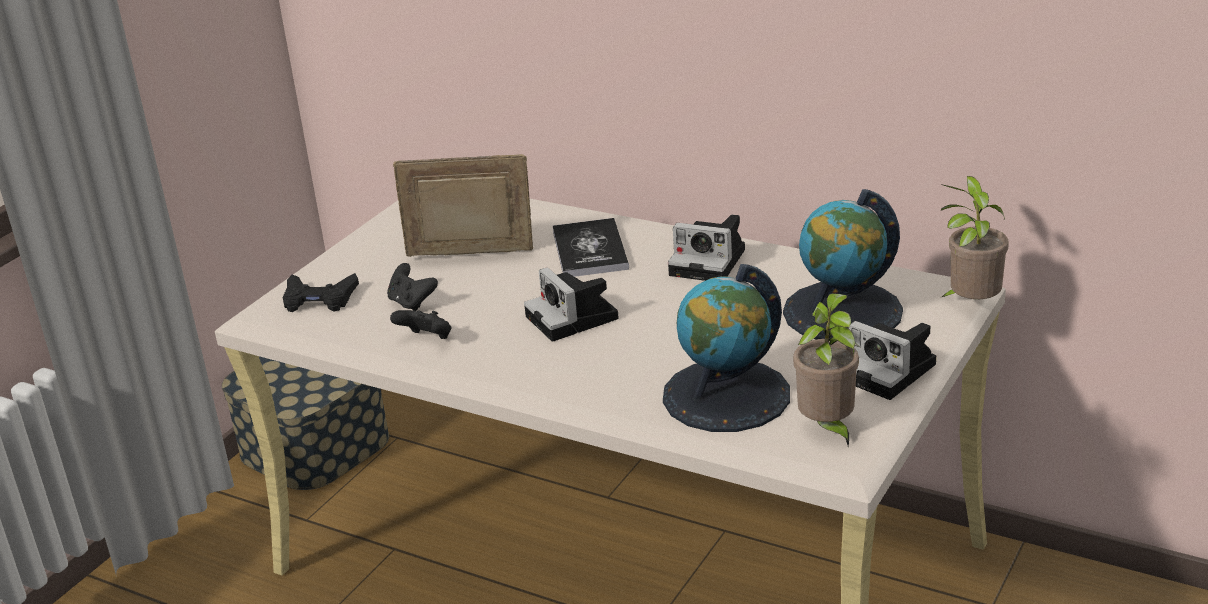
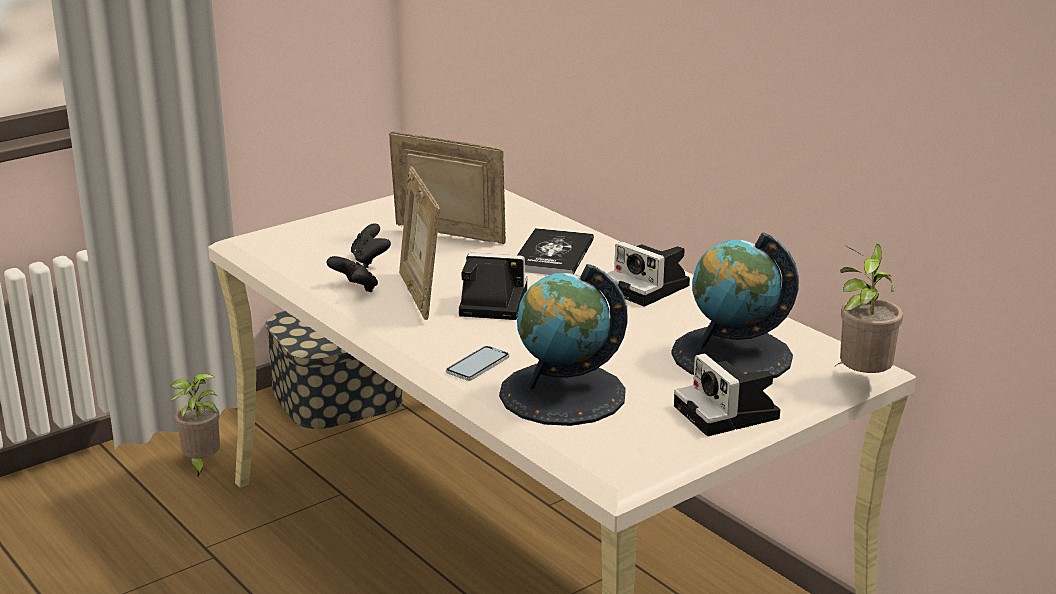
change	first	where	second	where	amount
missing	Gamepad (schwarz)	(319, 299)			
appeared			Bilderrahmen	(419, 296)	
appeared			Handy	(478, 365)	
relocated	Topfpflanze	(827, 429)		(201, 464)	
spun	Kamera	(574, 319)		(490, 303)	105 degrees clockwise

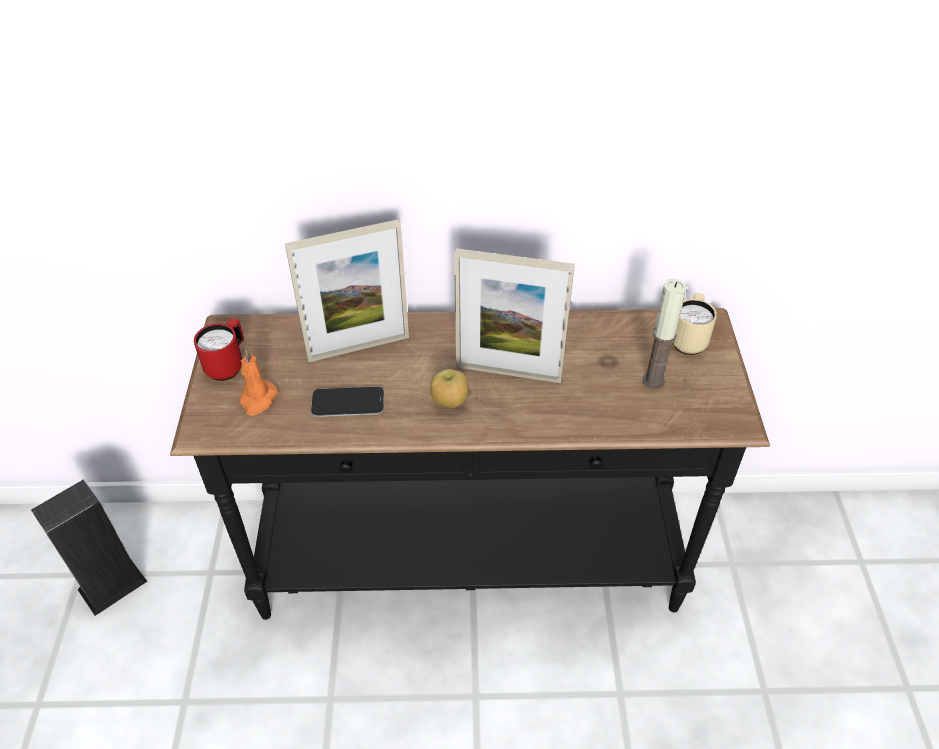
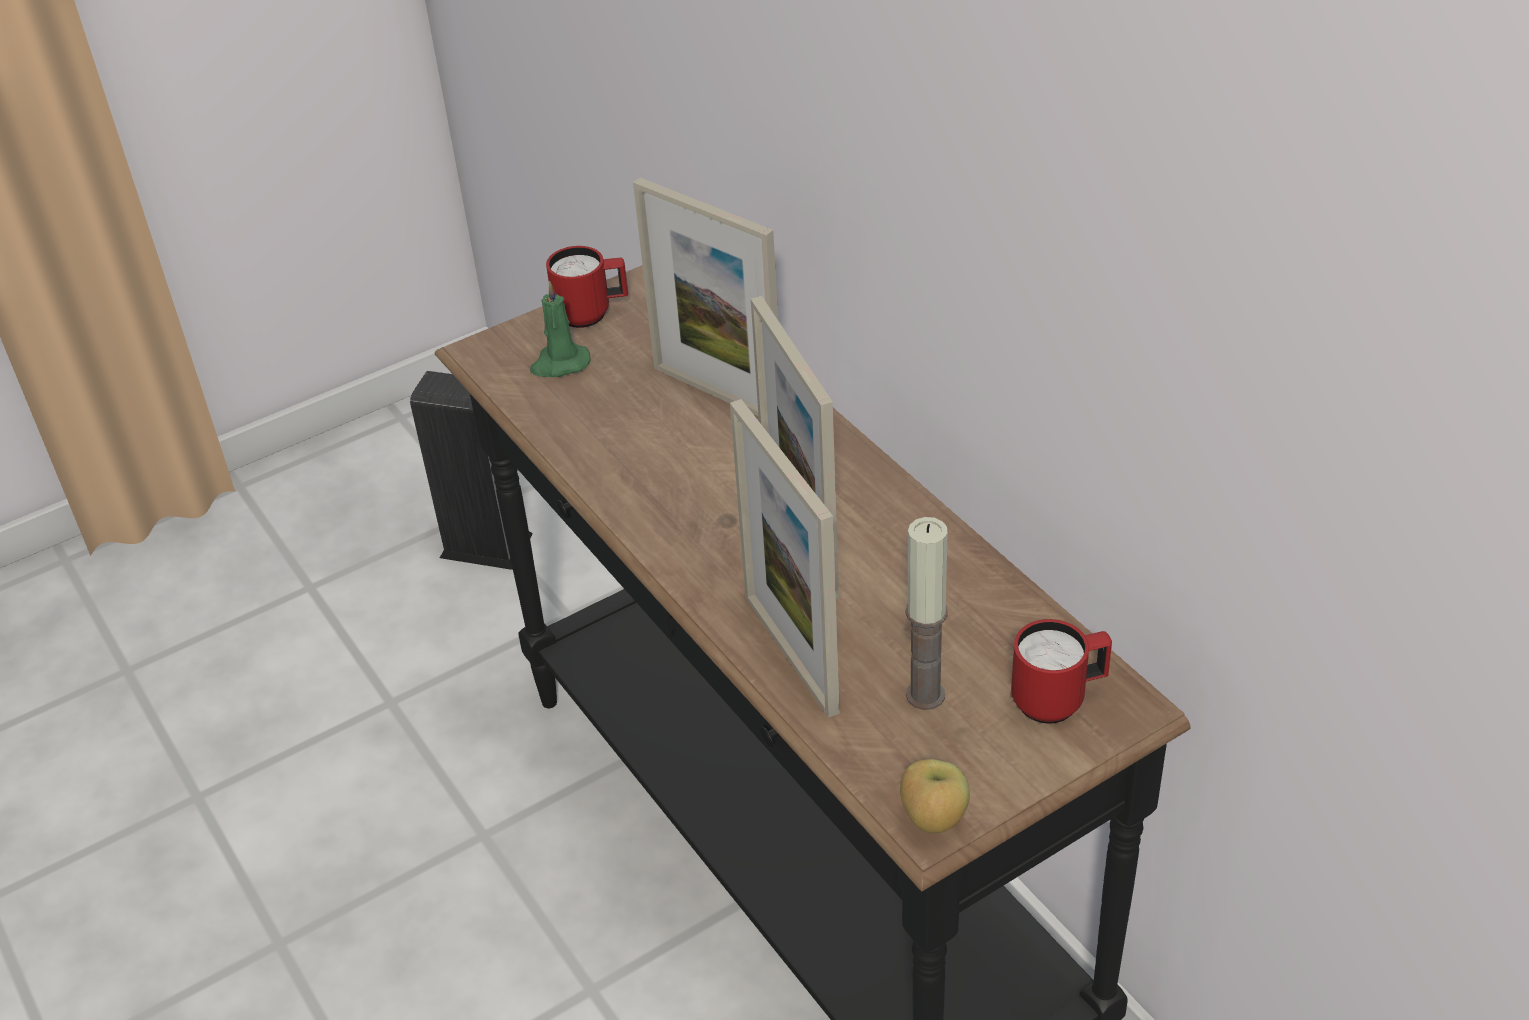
change	first	where	second	where	amount
missing	Handy	(348, 403)			
appeared			Bilderrahmen	(790, 653)	
relocated	Apfel	(449, 402)		(933, 819)	
colour	Kerze (orange)	(258, 399)	Kerze (grün)	(559, 364)	
colour	Henkelbecher (beige)	(689, 340)	Henkelbecher (rot)	(1058, 700)	

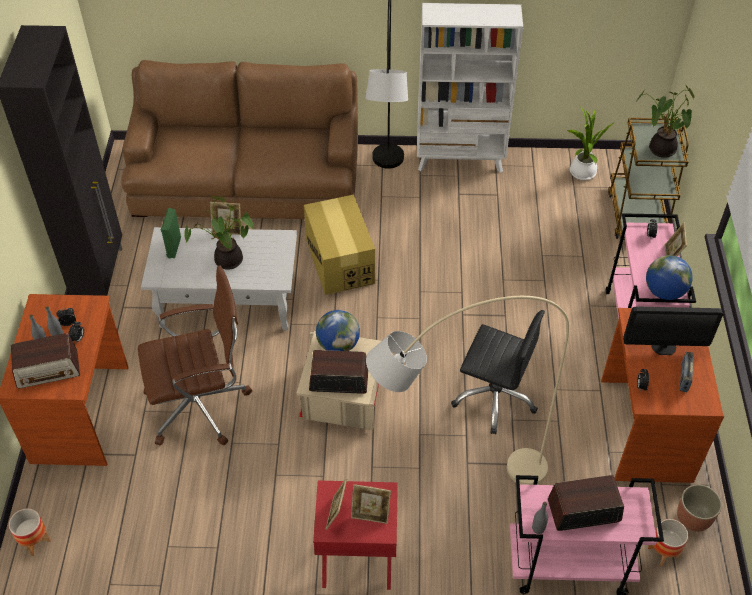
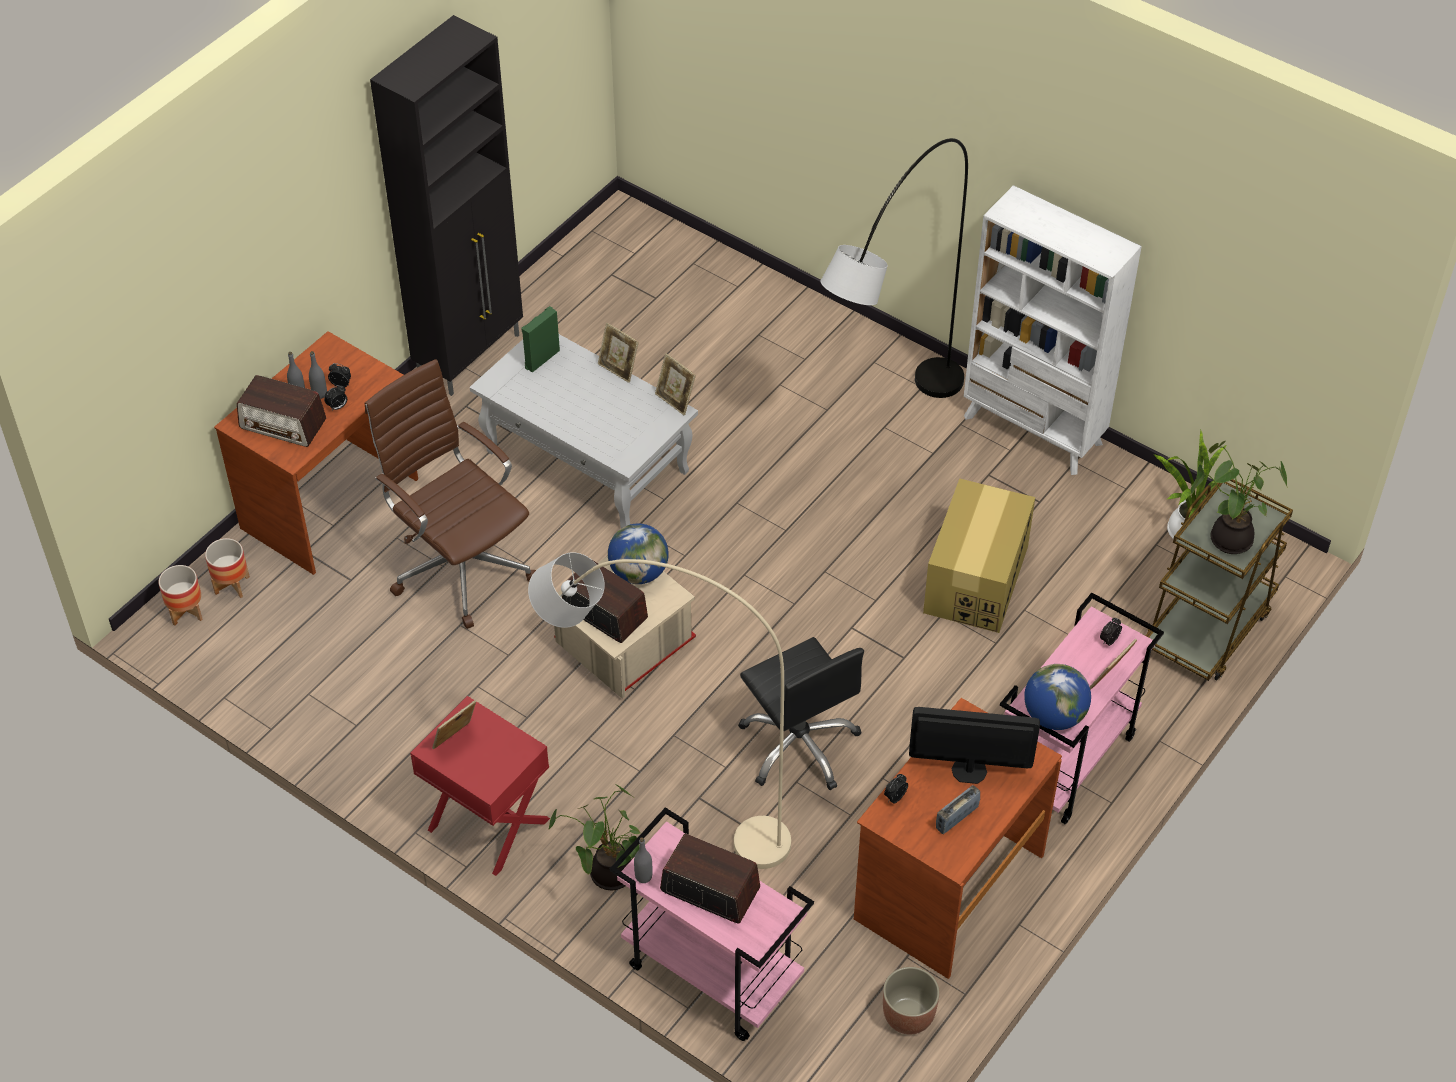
change	first	where	second	where	amount
missing	Sofa (braun)	(247, 182)			
relocated	Topfpflanze	(226, 262)		(608, 874)	
relocated	Karton	(340, 261)		(976, 580)	
relocated	Bilderrahmen	(370, 514)		(675, 400)	
relocated	Pflanzkübel	(663, 552)		(232, 585)	
spun	Bürostuhl (braun)	(201, 405)		(461, 565)	150 degrees counterclockwise
spun	Monitor	(663, 347)		(969, 771)	150 degrees clockwise

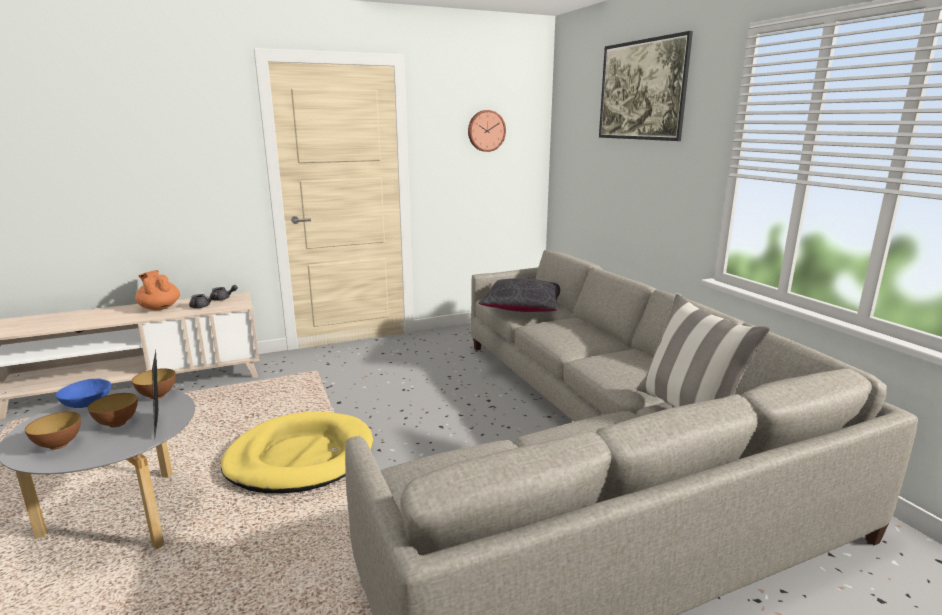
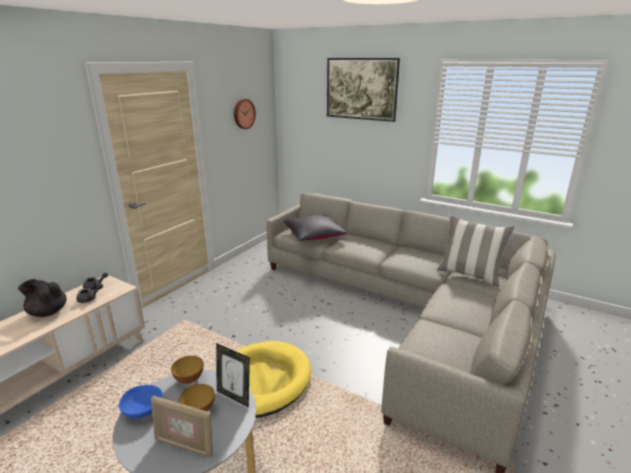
change	first	where	second	where	amount
exchanged	Schüssel	(59, 445)	Bilderrahmen	(184, 445)	
colour	Teekanne (orange)	(159, 308)	Teekanne (schwarz)	(47, 312)	

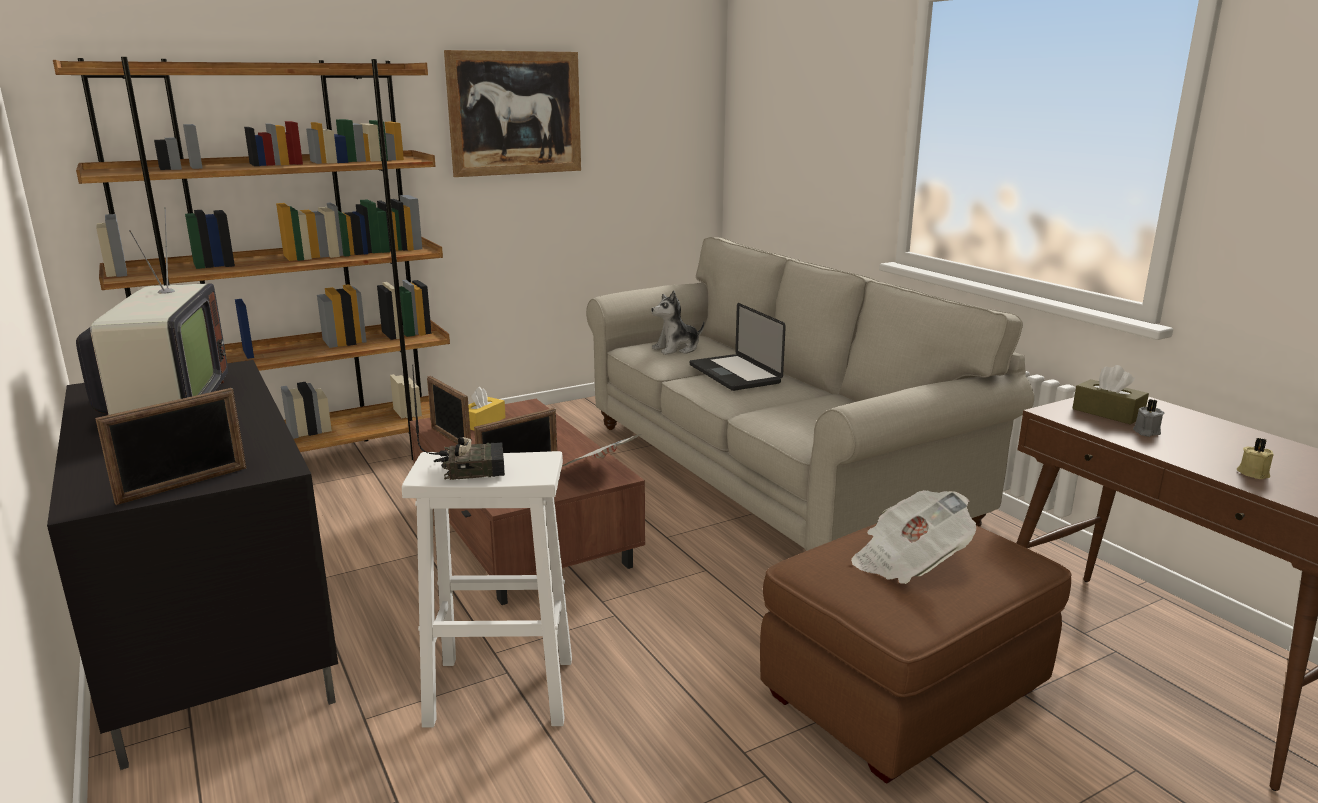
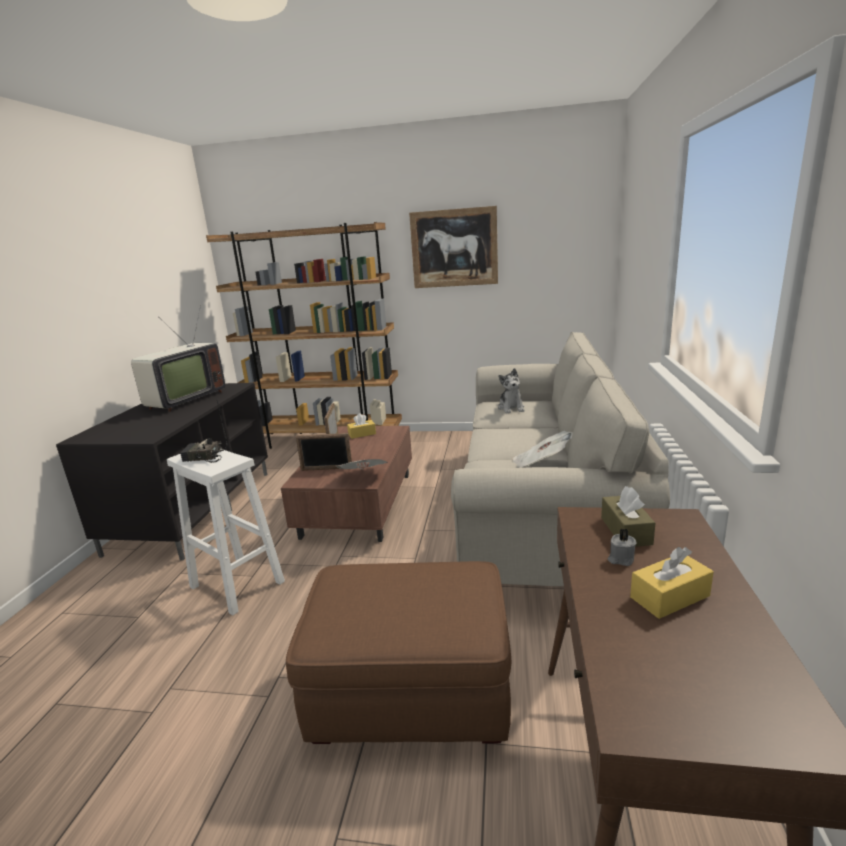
change	first	where	second	where	amount
missing	Bilderrahmen	(183, 485)			
missing	Laptop	(734, 374)			
missing	Kerze (beige)	(1253, 473)			
appeared			Taschentuchbox (gelb)	(669, 596)	
relocated	Zeitung	(908, 562)		(540, 464)	
spun	Radio	(471, 468)		(203, 457)	150 degrees clockwise
spun	Plüschtier	(677, 349)		(511, 408)	105 degrees counterclockwise

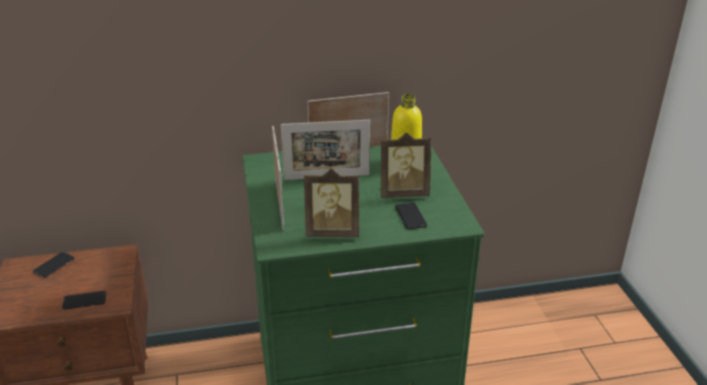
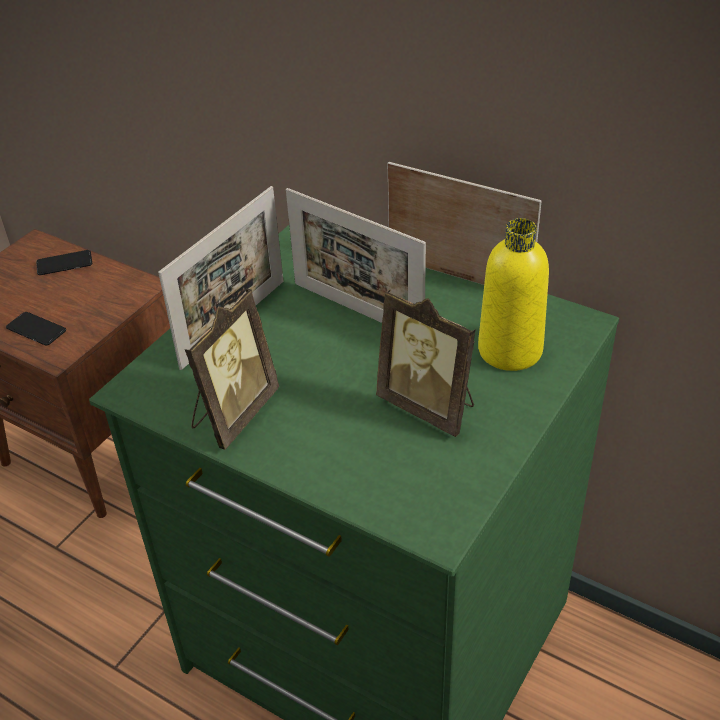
change	first	where	second	where	amount
missing	Handy	(410, 216)			
spun	Bilderrahmen	(332, 232)		(233, 414)	105 degrees counterclockwise

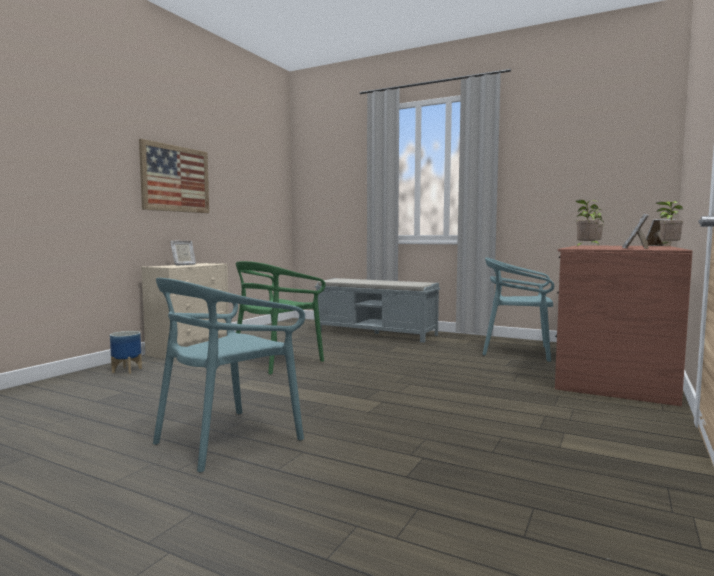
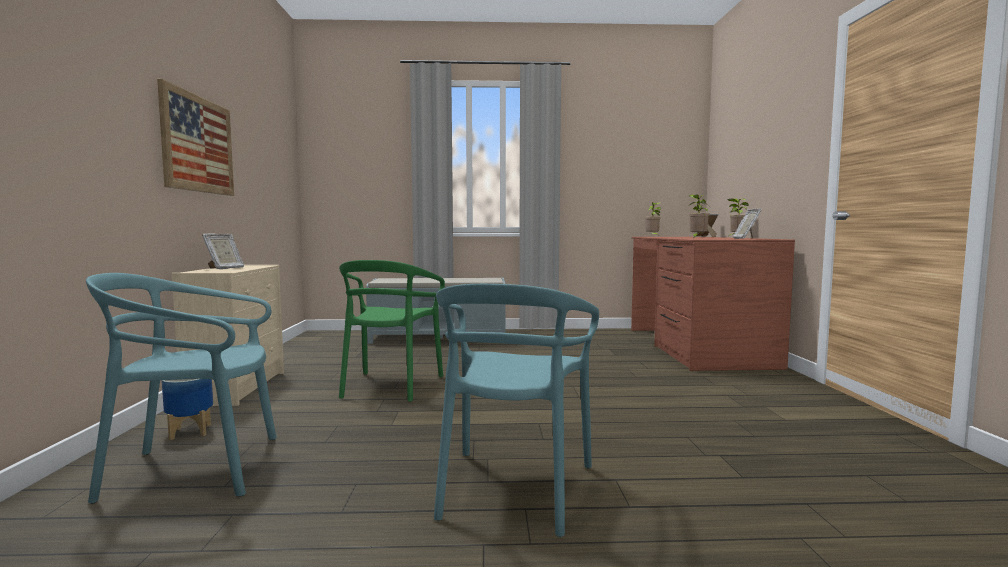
change	first	where	second	where	amount
relocated	Stuhl (türkis)	(517, 352)		(195, 469)	

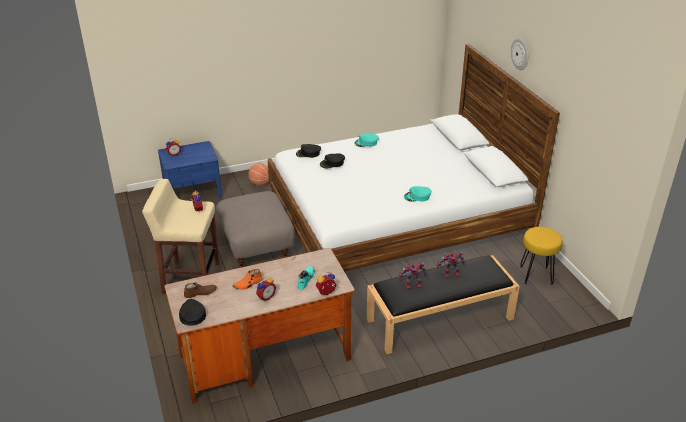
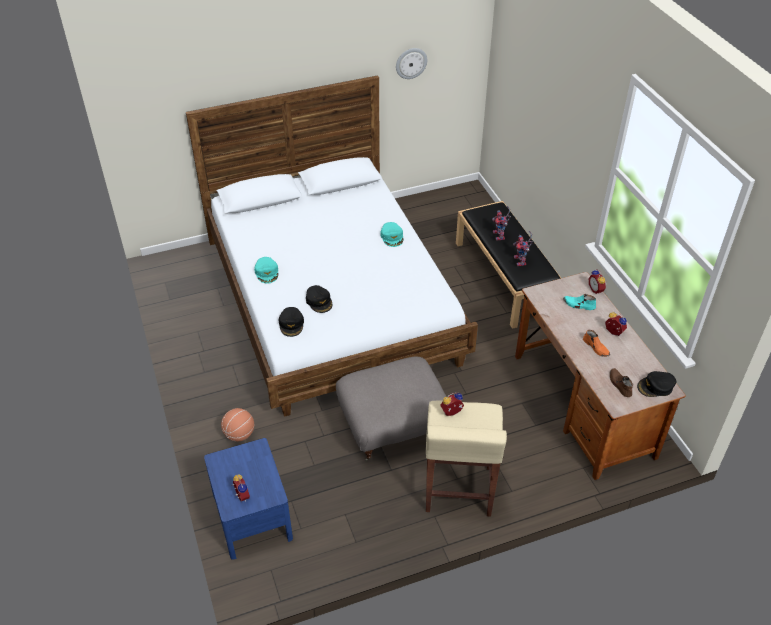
change	first	where	second	where	amount
missing	Hocker (gelb)	(536, 275)			
relocated	Wanduhr	(520, 54)		(411, 63)	

